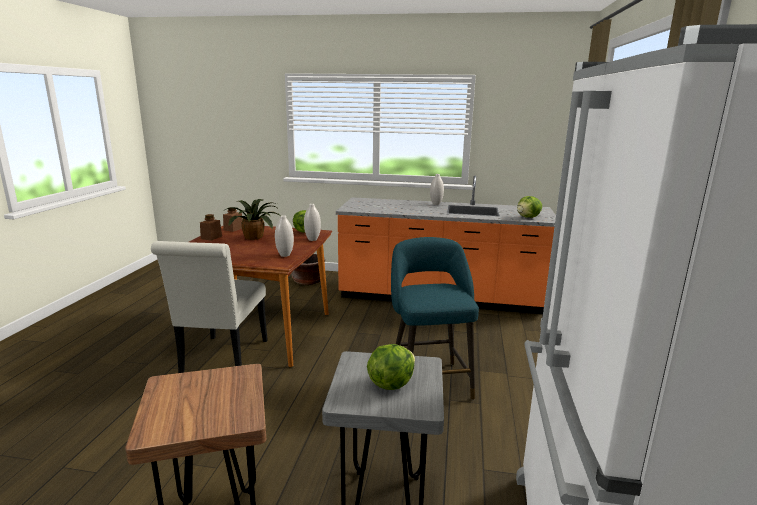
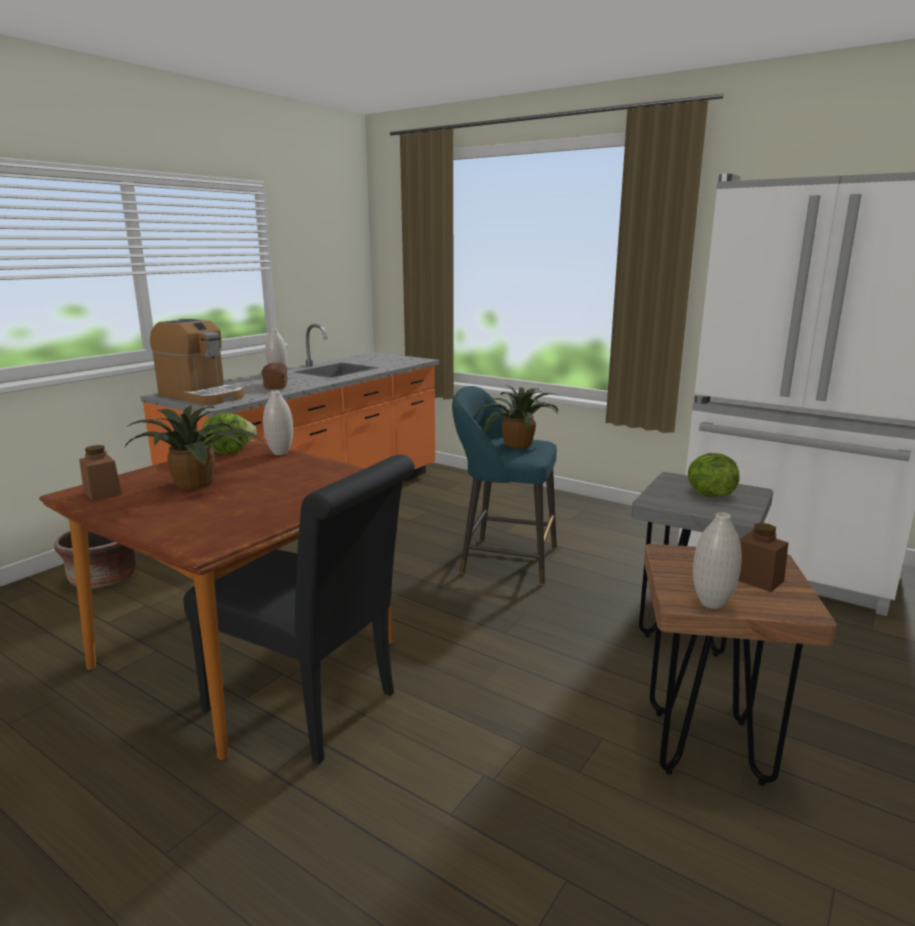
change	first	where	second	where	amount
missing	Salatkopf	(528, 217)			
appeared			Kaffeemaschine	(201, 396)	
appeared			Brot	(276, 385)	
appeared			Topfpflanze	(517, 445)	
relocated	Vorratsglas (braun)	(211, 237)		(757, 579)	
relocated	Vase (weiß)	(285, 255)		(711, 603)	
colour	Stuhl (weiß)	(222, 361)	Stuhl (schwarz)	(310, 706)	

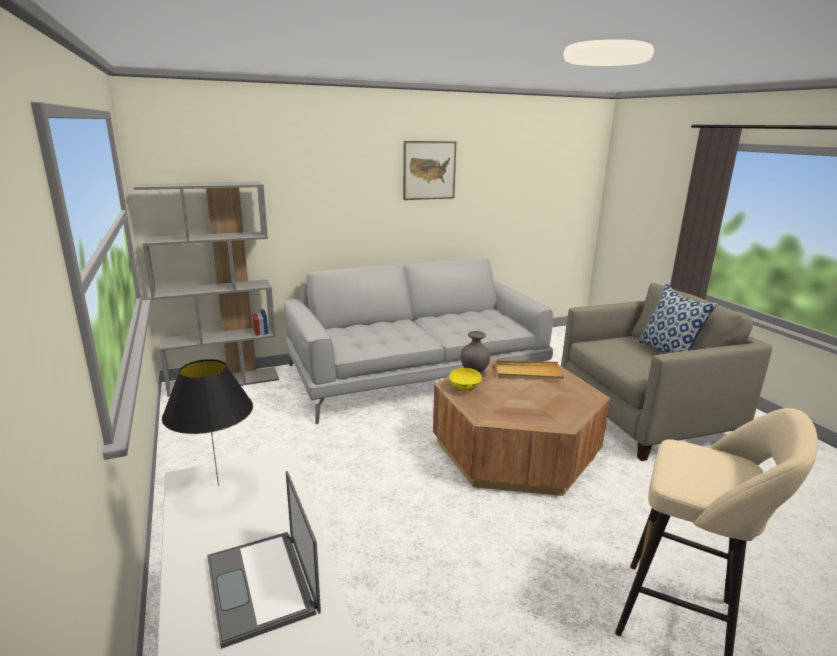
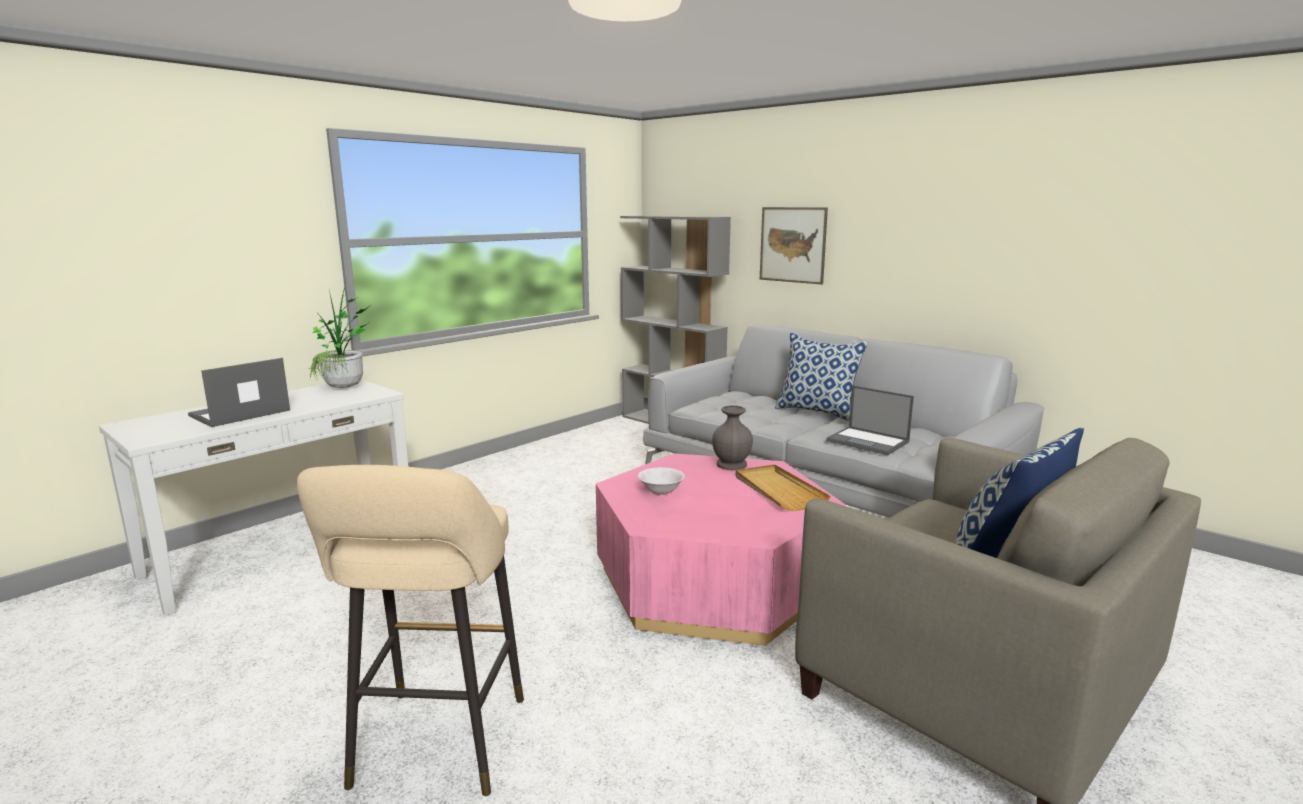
change	first	where	second	where	amount
missing	Schüssel (gelb)	(465, 388)			
appeared			Schüssel (weiß)	(660, 491)	
appeared			Kissen	(817, 412)	
appeared			Laptop	(868, 441)	
relocated	Bild	(429, 170)		(792, 245)	
exchanged	Tischlampe (schwarz)	(219, 485)	Topfpflanze	(345, 388)	
colour	Couchtisch (braun)	(515, 449)	Couchtisch (rosa)	(714, 582)	

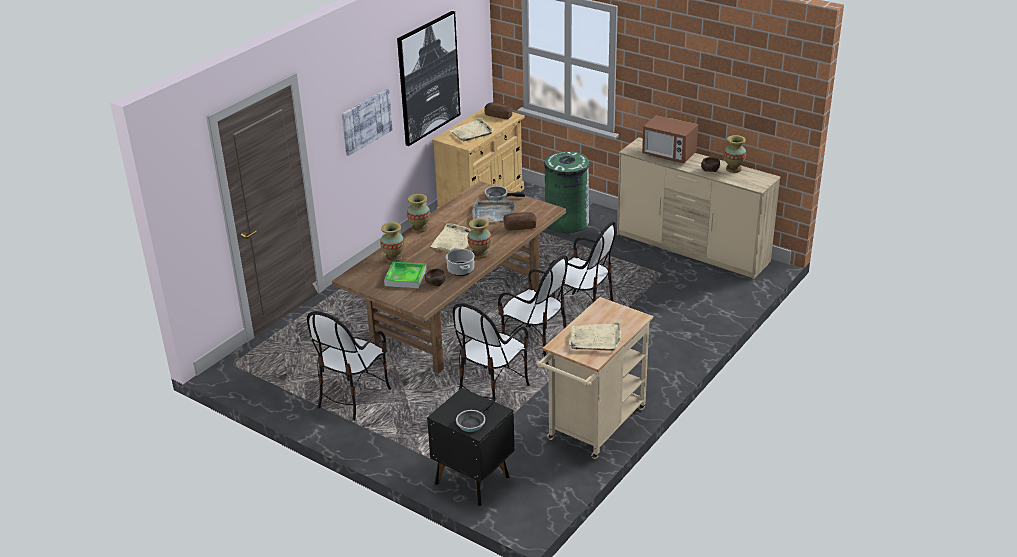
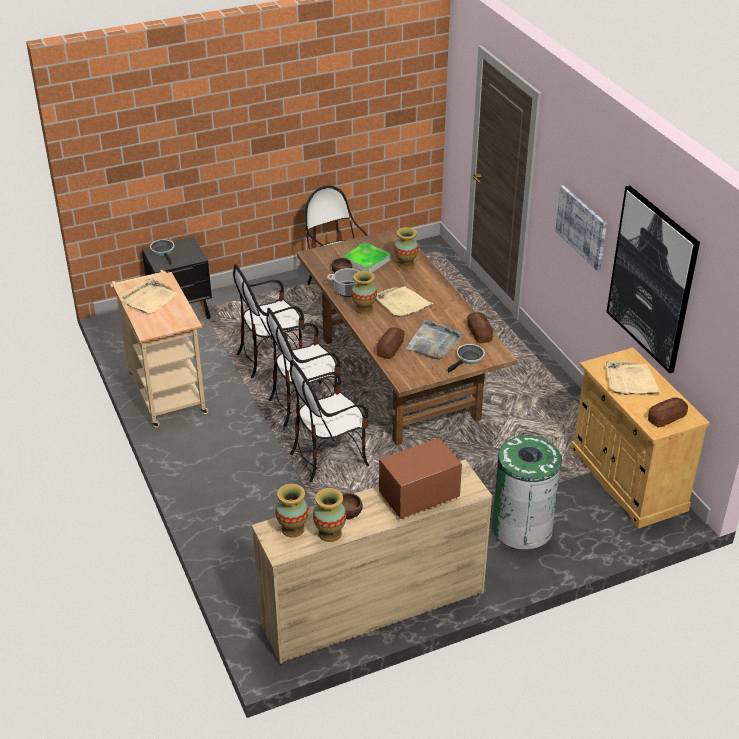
change	first	where	second	where	amount
appeared			Brot	(479, 333)	
relocated	Vase	(419, 228)		(293, 529)	
spun	Stuhl	(491, 390)		(272, 358)	90 degrees counterclockwise

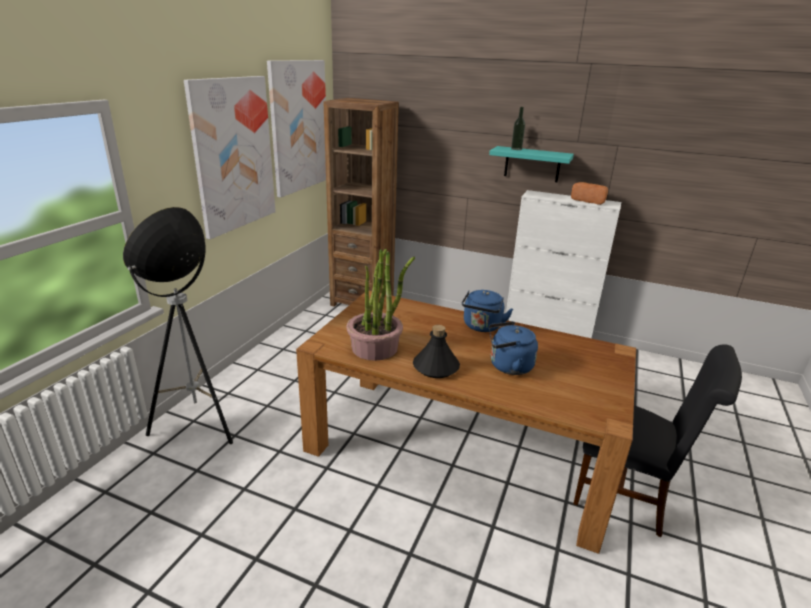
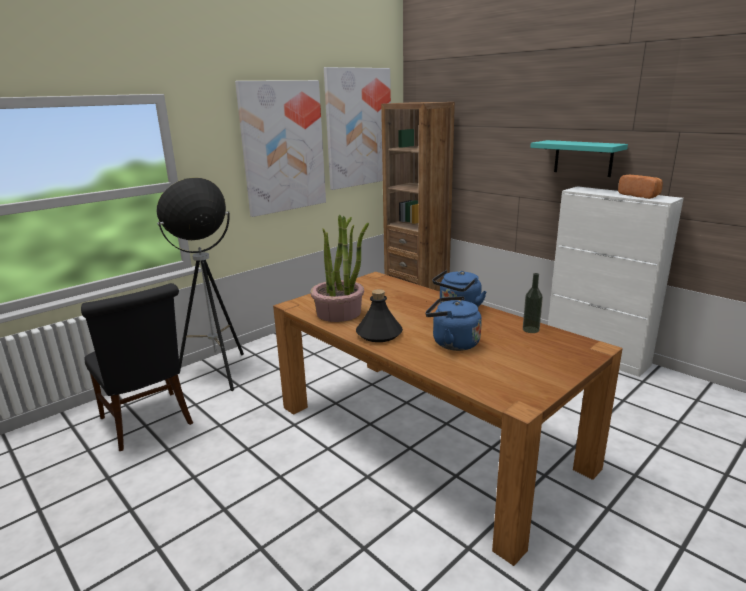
change	first	where	second	where	amount
relocated	Flasche	(516, 149)		(530, 329)	
relocated	Stuhl (schwarz)	(629, 495)		(149, 423)	

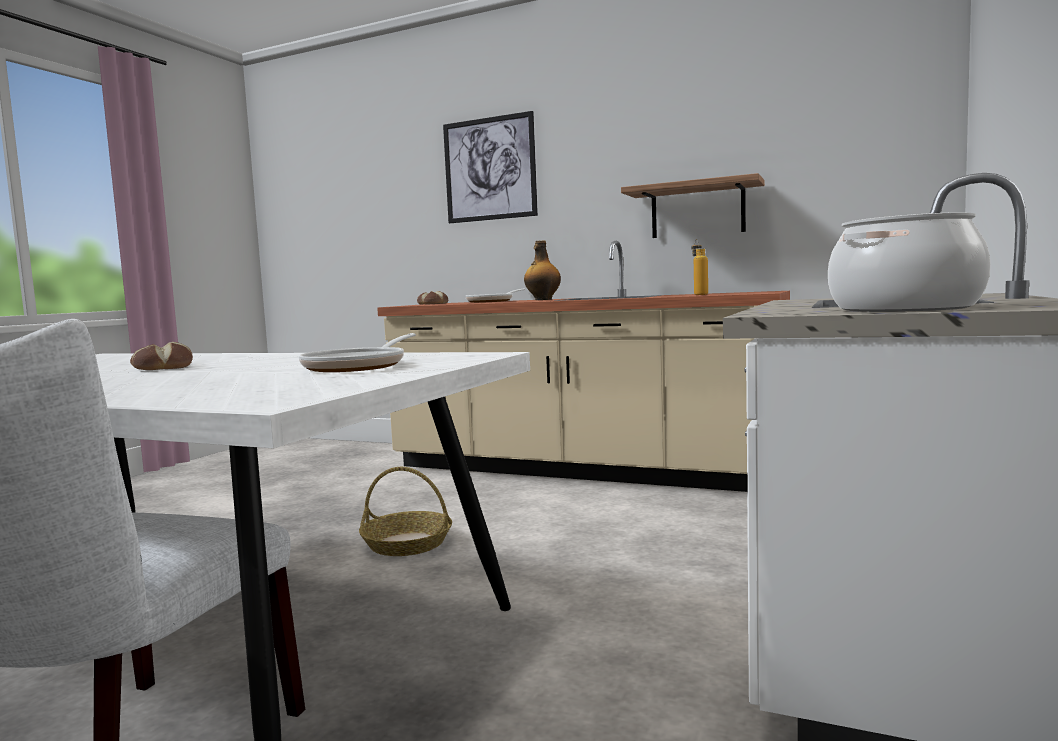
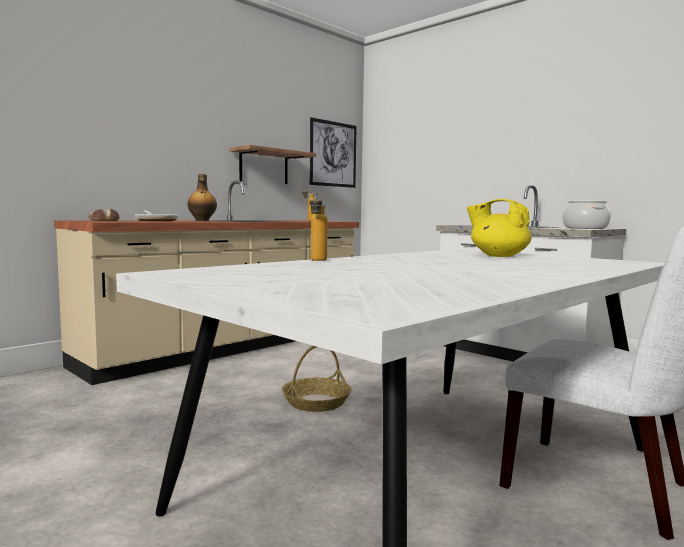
change	first	where	second	where	amount
missing	Brot	(162, 368)			
appeared			Flasche	(317, 260)	
relocated	Bild	(489, 169)		(333, 154)	
exchanged	Pfanne	(359, 366)	Teekanne (gelb)	(498, 256)	

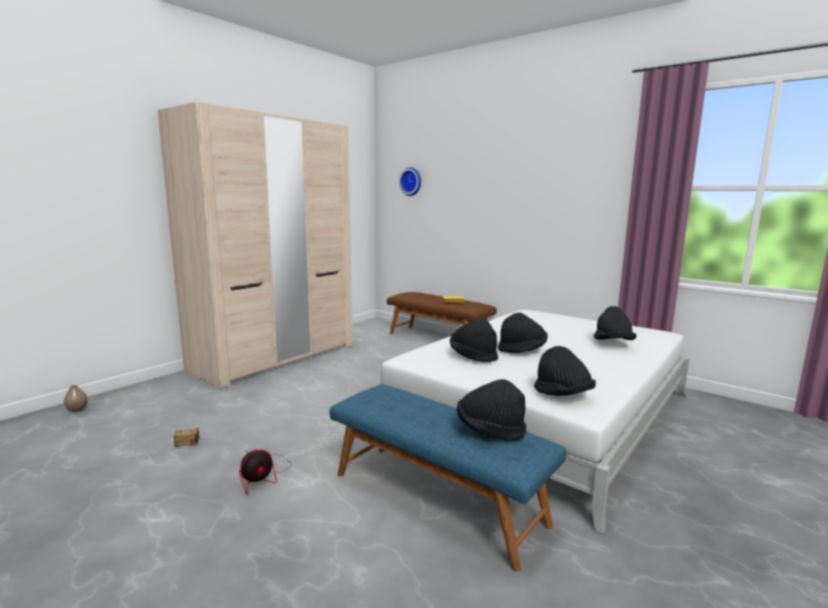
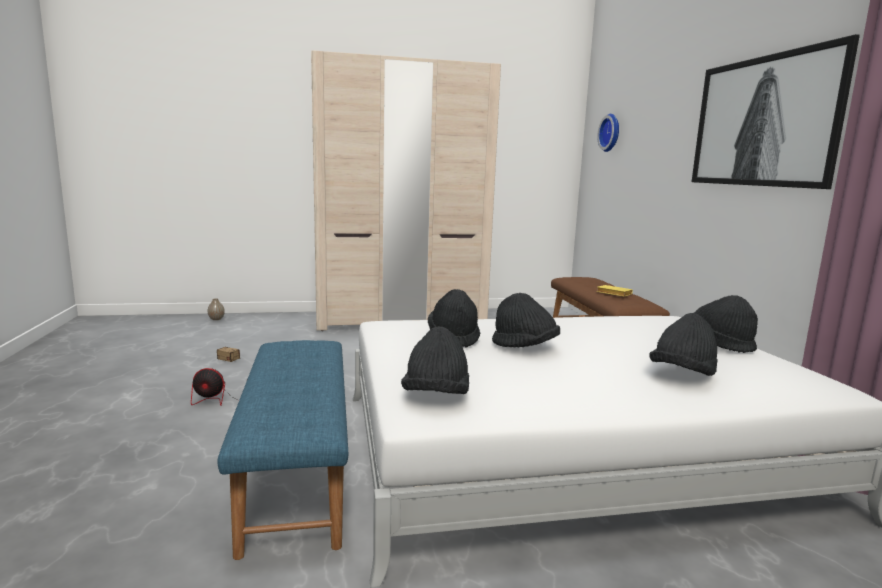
change	first	where	second	where	amount
appeared			Bild	(764, 122)	
relocated	Hut (schwarz)	(490, 430)		(719, 344)	

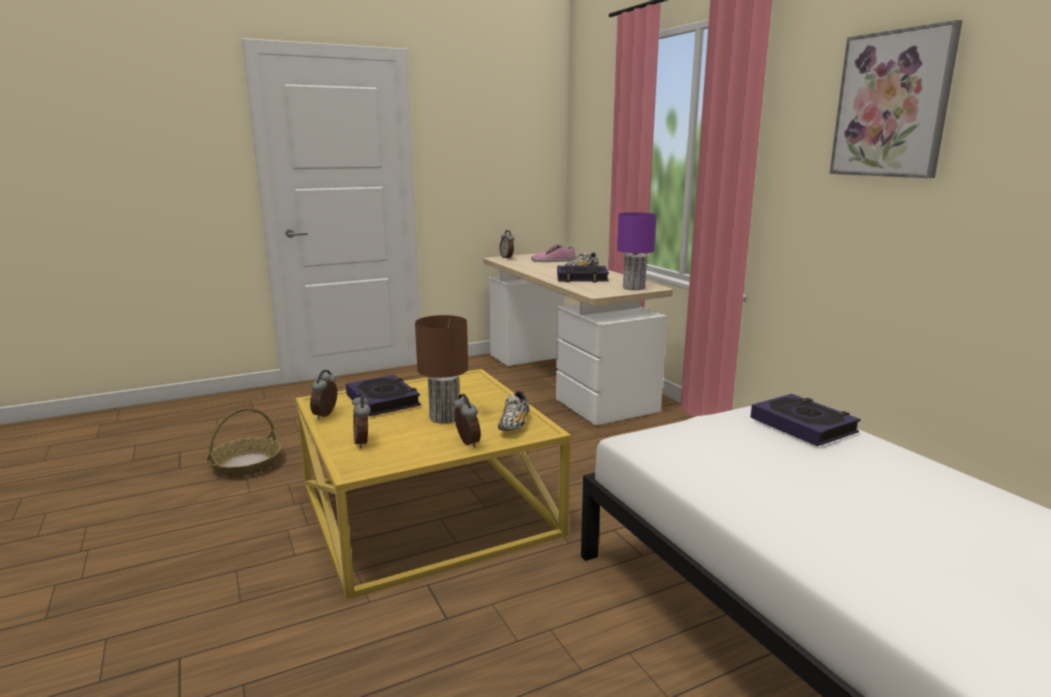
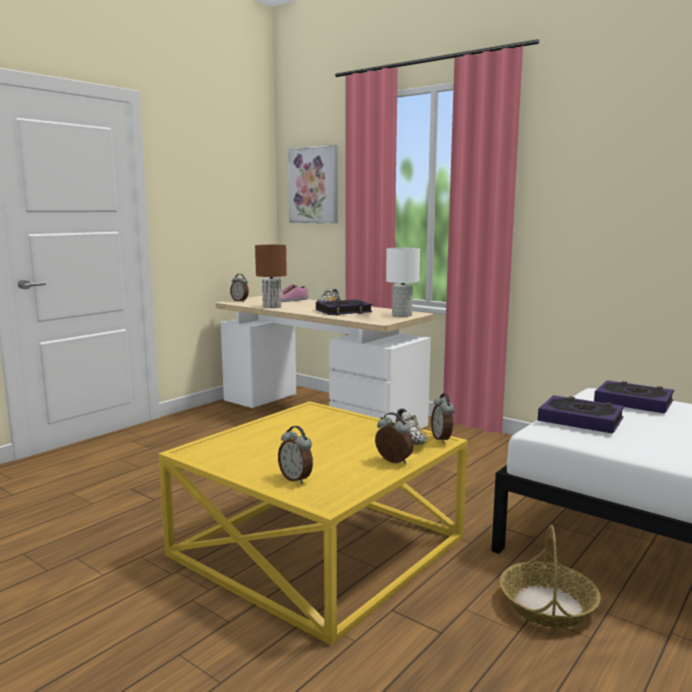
change	first	where	second	where	amount
relocated	Korb	(246, 464)		(547, 604)	
relocated	Wecker	(326, 415)		(442, 439)	
relocated	Buch	(383, 400)		(580, 420)	
relocated	Tischlampe (braun)	(445, 418)		(272, 307)	
relocated	Bild	(892, 105)		(314, 185)	
colour	Tischlampe (lila)	(634, 288)	Tischlampe (weiß)	(402, 315)	

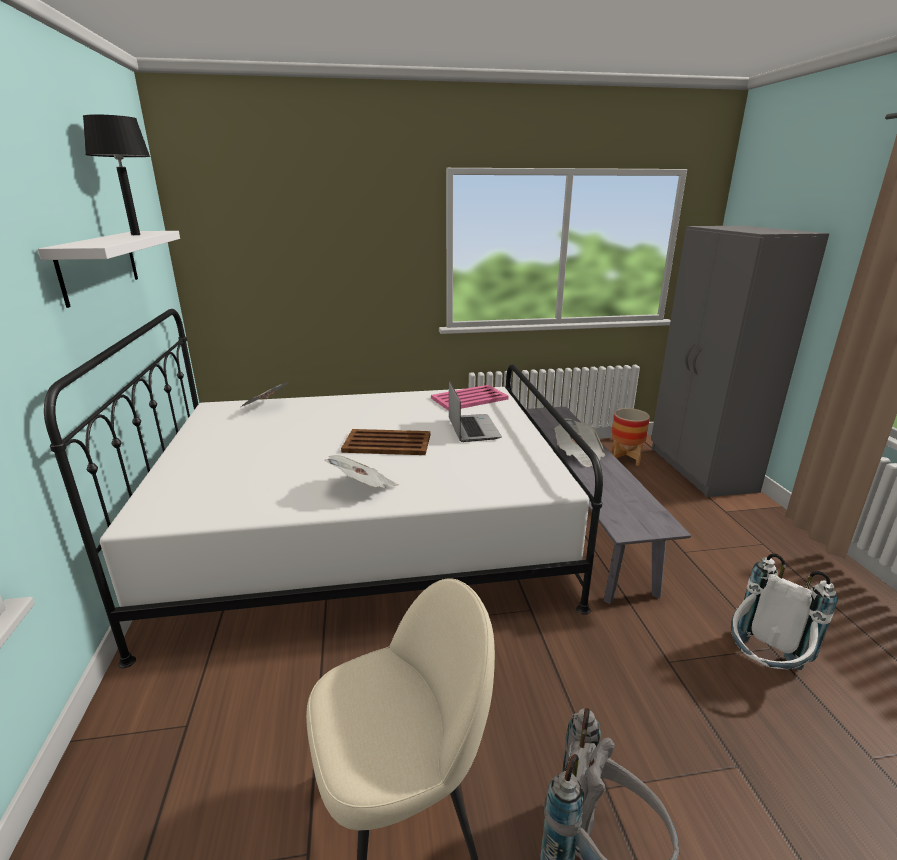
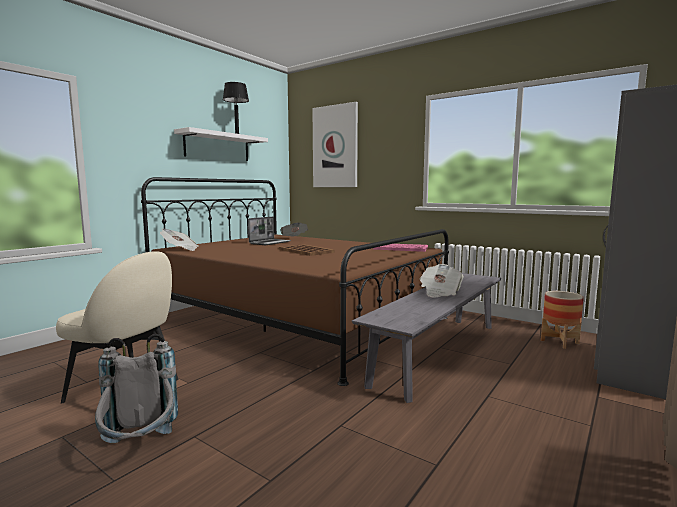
change	first	where	second	where	amount
missing	Rucksack (weiß)	(762, 666)			
appeared			Bild	(335, 146)	
relocated	Zeitung	(363, 488)		(180, 249)	
relocated	Laptop	(472, 429)		(270, 243)	
colour	Bett (weiß)	(365, 537)	Bett (braun)	(298, 318)	

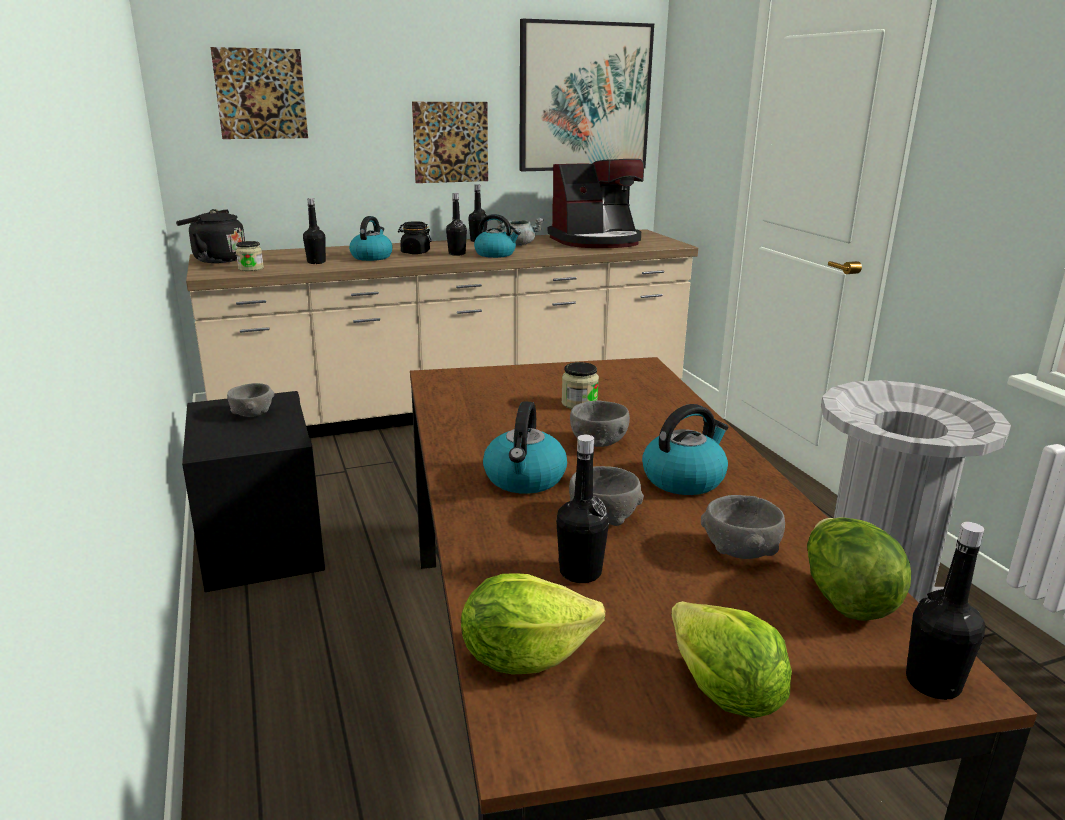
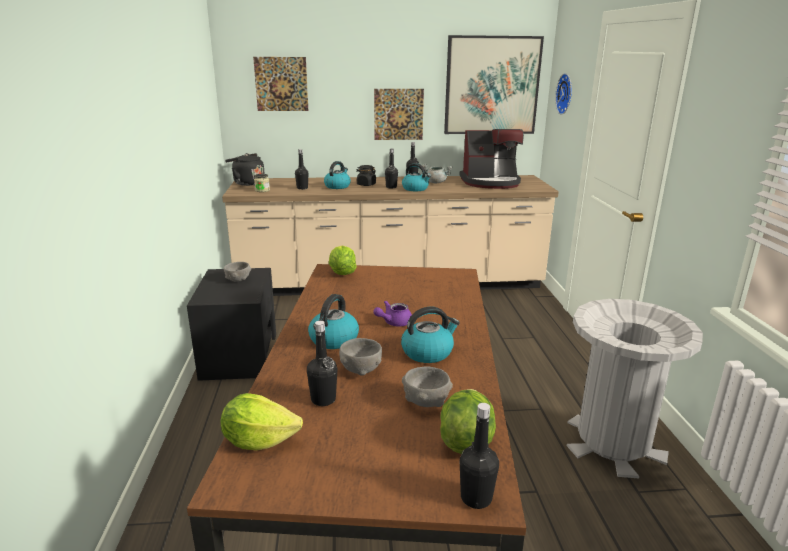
change	first	where	second	where	amount
missing	Vorratsglas	(579, 403)			
appeared			Wanduhr	(566, 94)	
relocated	Salatkopf	(723, 694)		(342, 273)	
exchanged	Schüssel (grau)	(598, 443)	Teekanne (lila)	(393, 322)	

